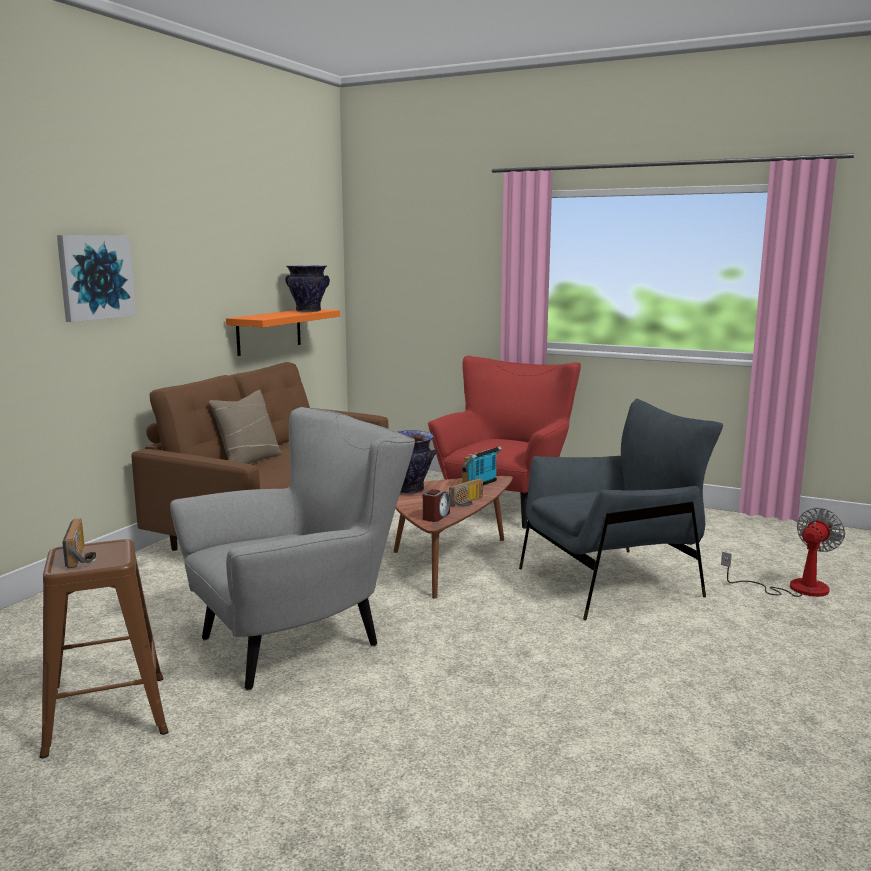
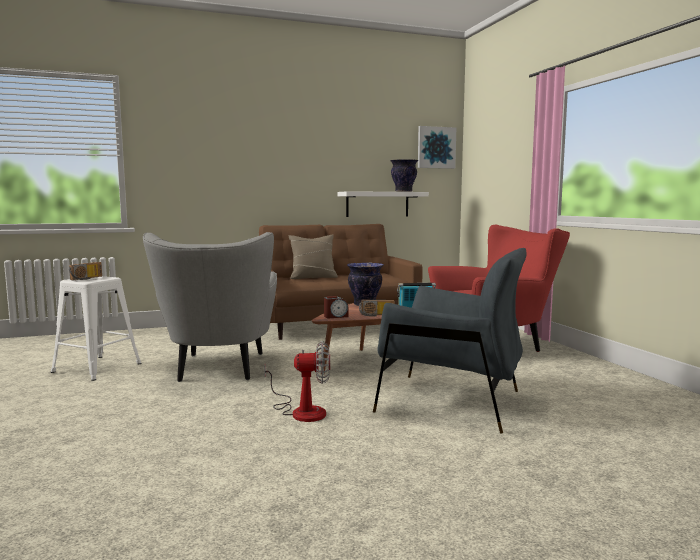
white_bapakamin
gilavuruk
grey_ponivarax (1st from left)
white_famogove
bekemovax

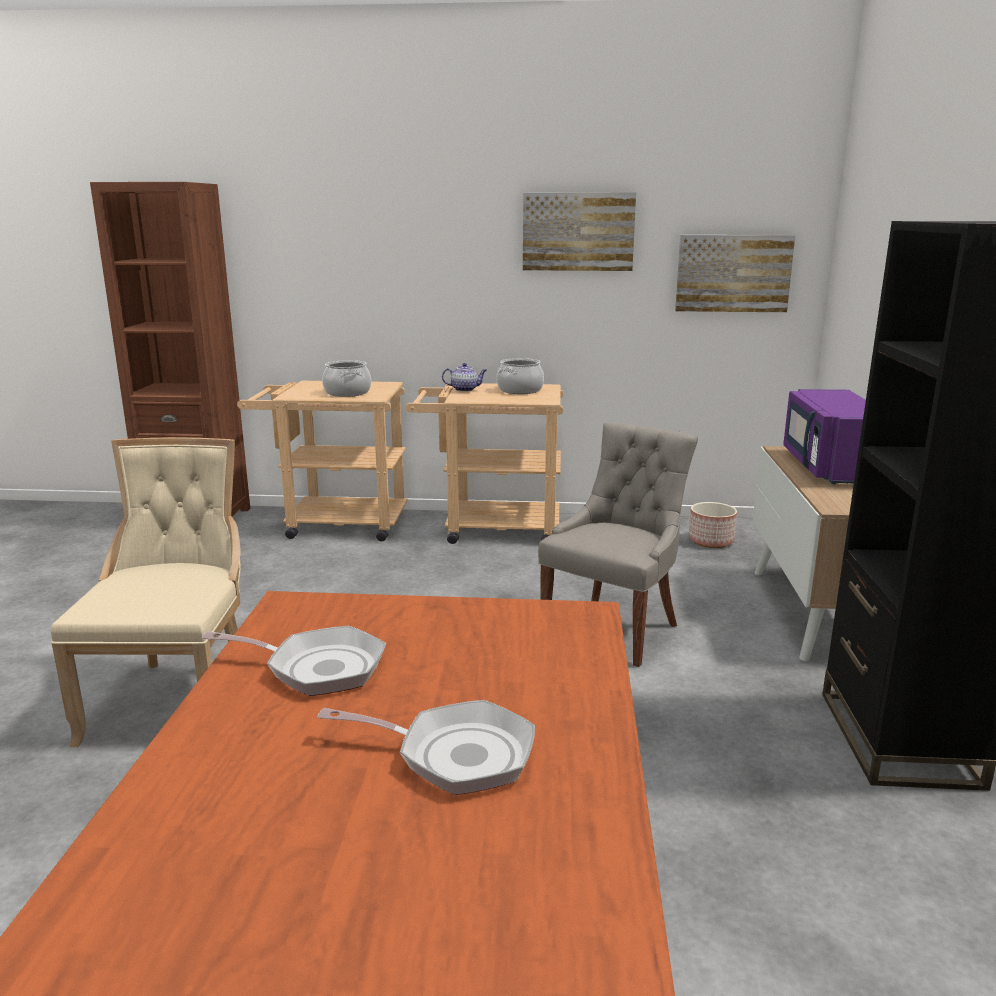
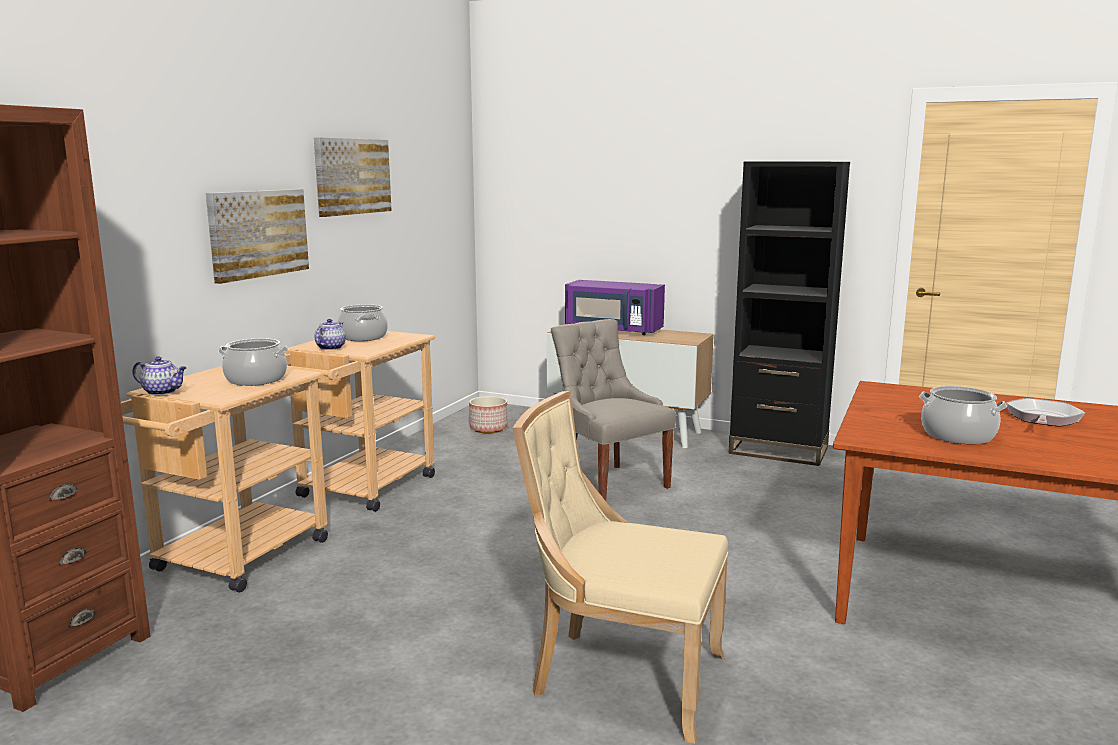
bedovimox (3rd from left)
gilavuruk (1st from left)
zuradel (1st from left)

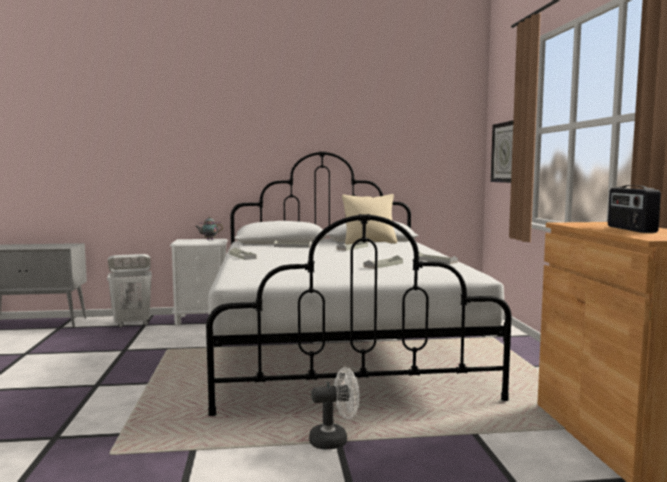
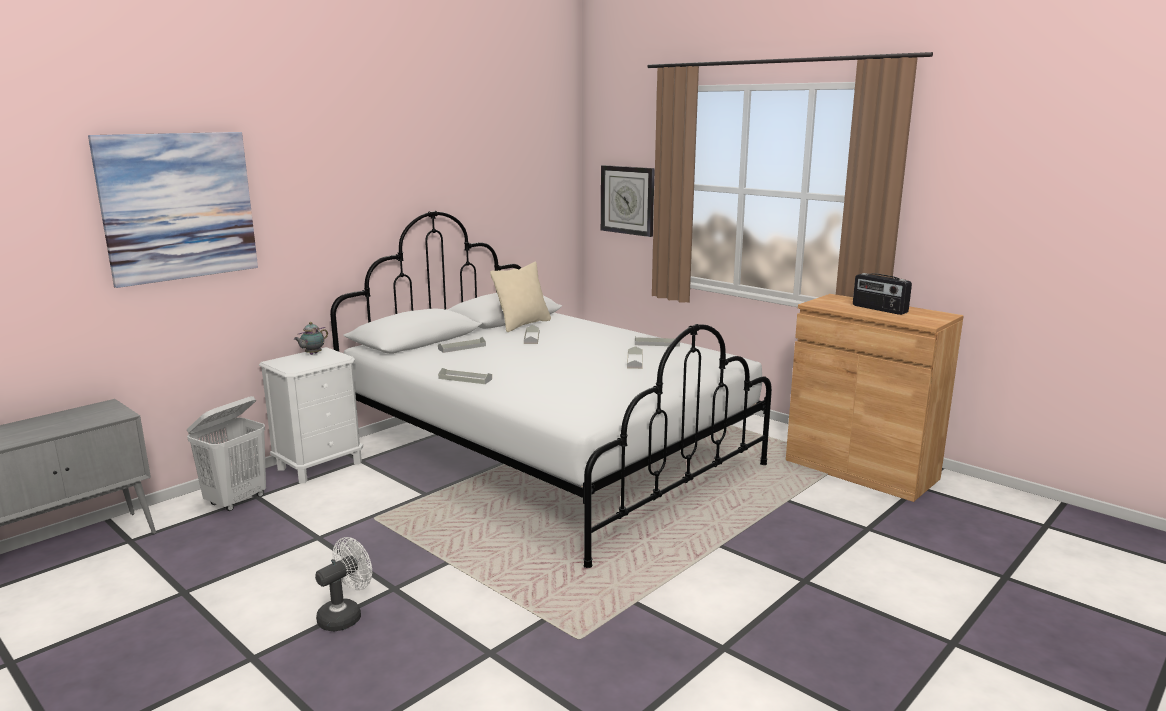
white_bekemovax
gilavuruk

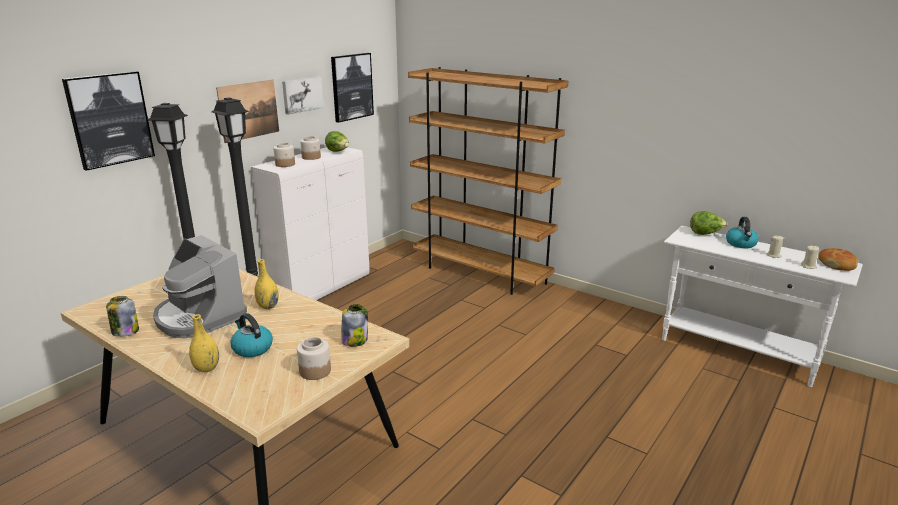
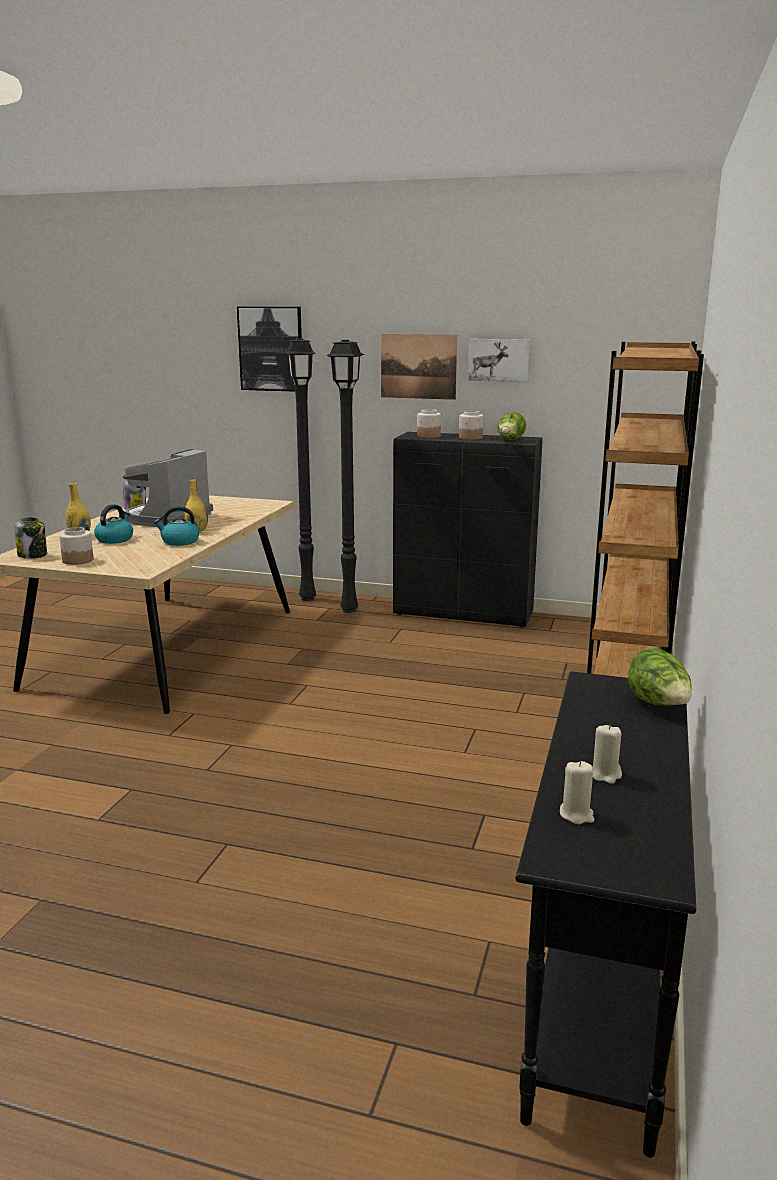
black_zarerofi
gilavuruk (4th from left in the first image)
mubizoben (1st from left)
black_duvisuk
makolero (2nd from left)
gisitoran

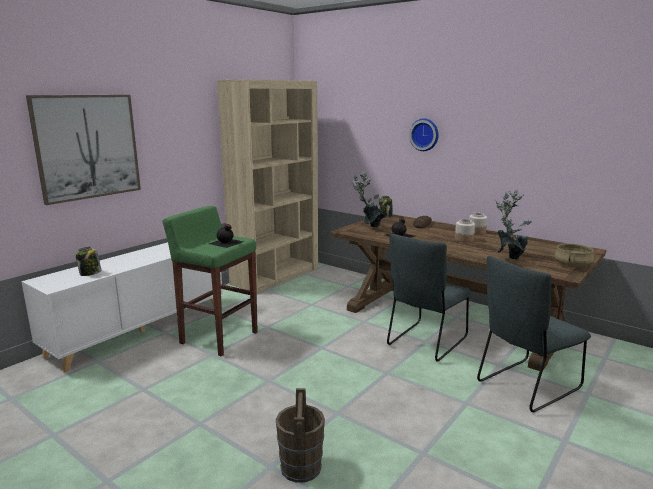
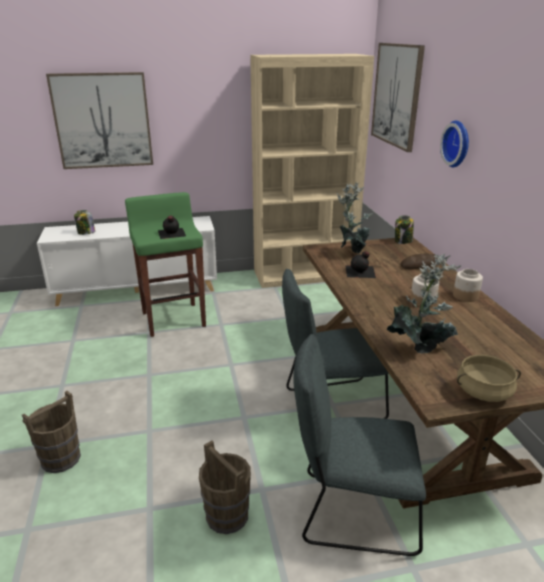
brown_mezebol (2nd from left)
gilavuruk (2nd from left)

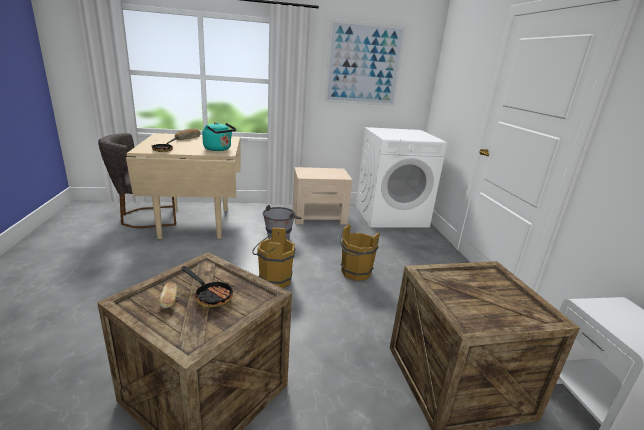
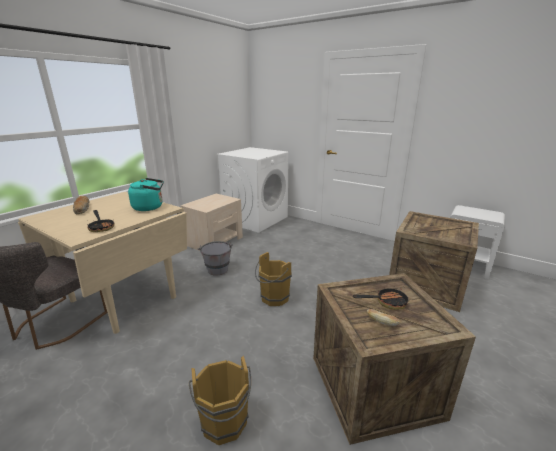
gilavuruk
brown_mezebol (1st from left)

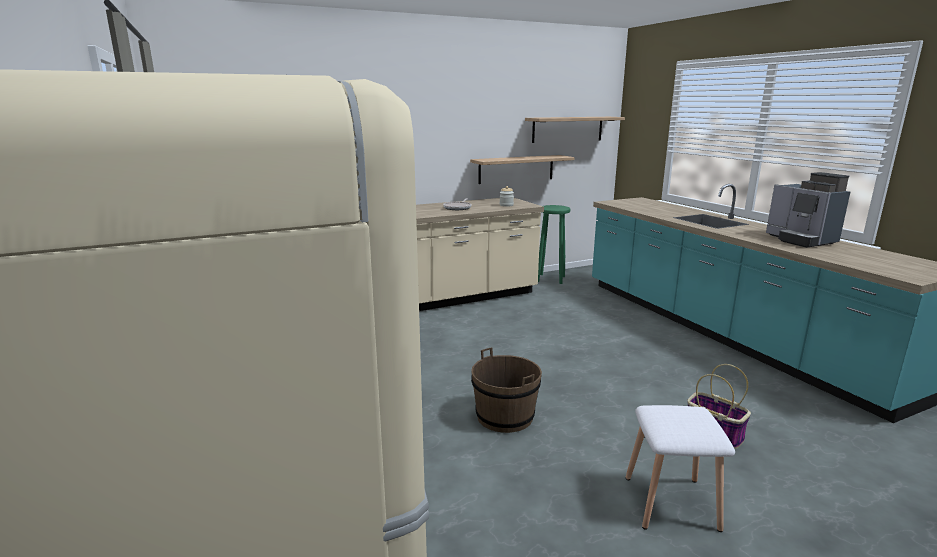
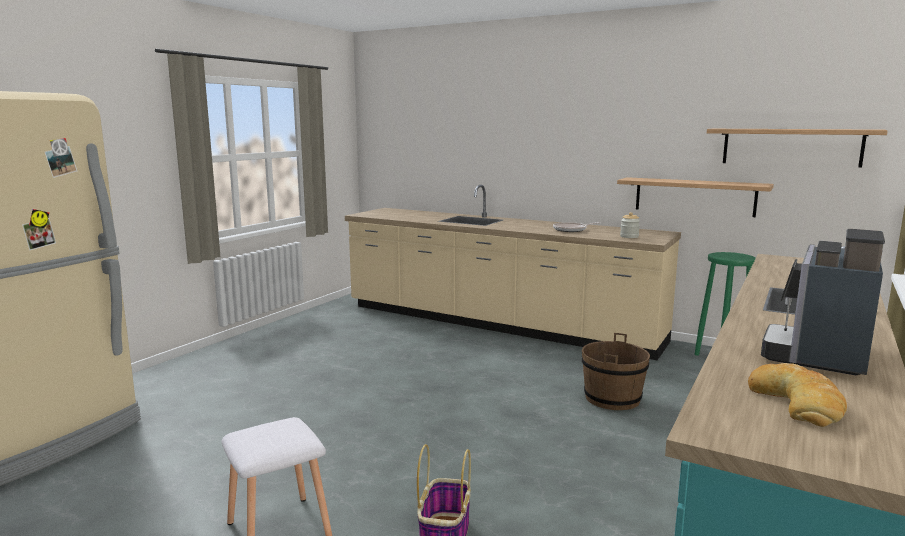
brown_mezebol
gisitoran

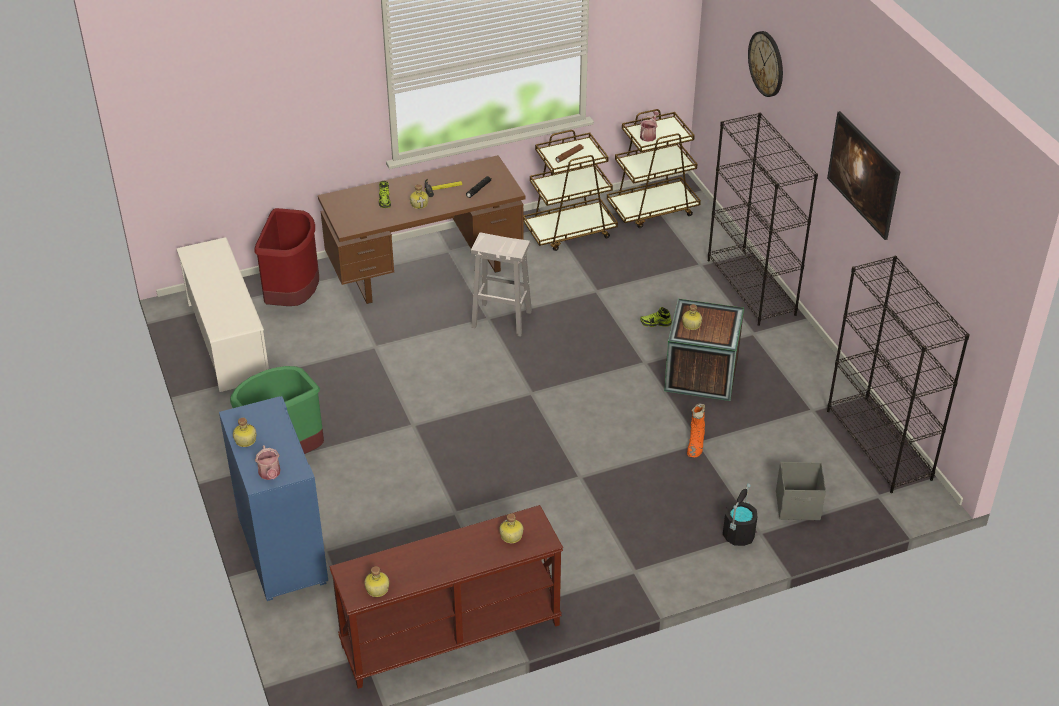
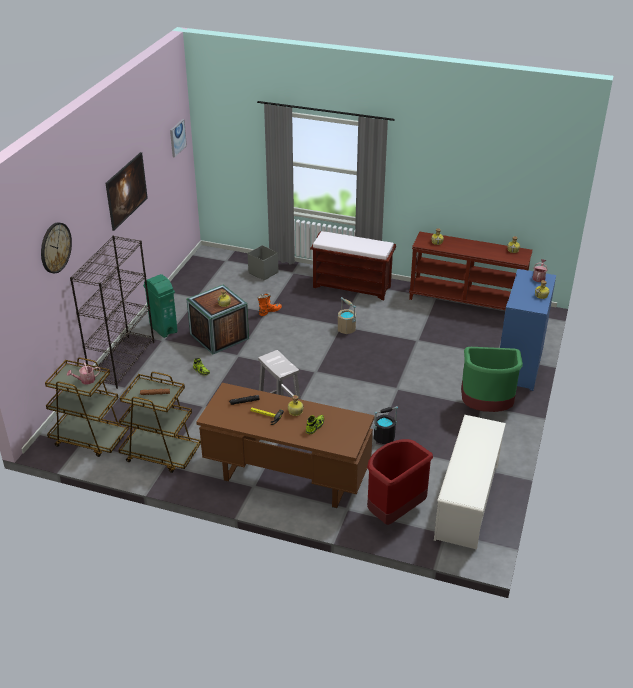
black_mezebol
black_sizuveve (2nd from left in the first image)
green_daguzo (1st from left)
gilavuruk (2nd from left)
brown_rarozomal
beige_mezebol

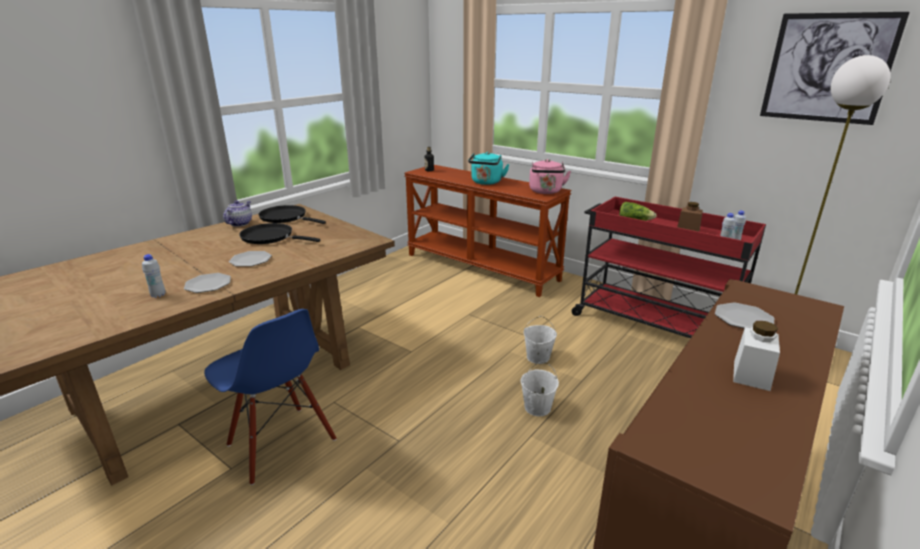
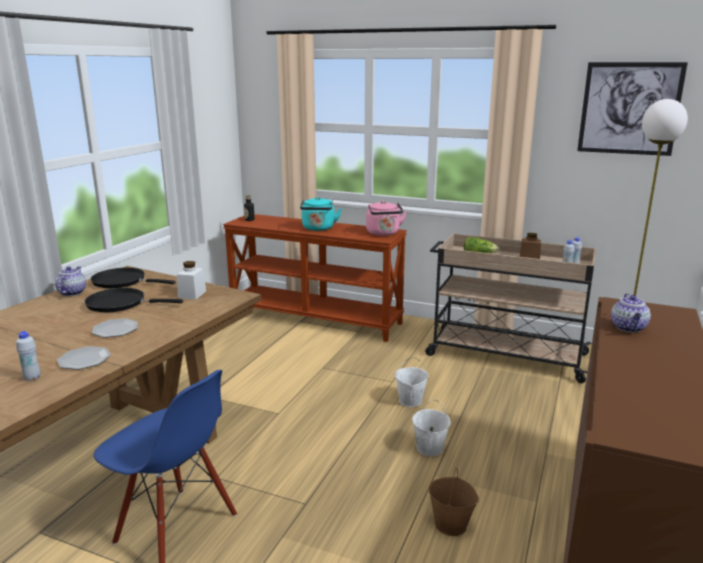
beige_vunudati
zuradel (2nd from left)
white_mubizoben
brown_mezebol

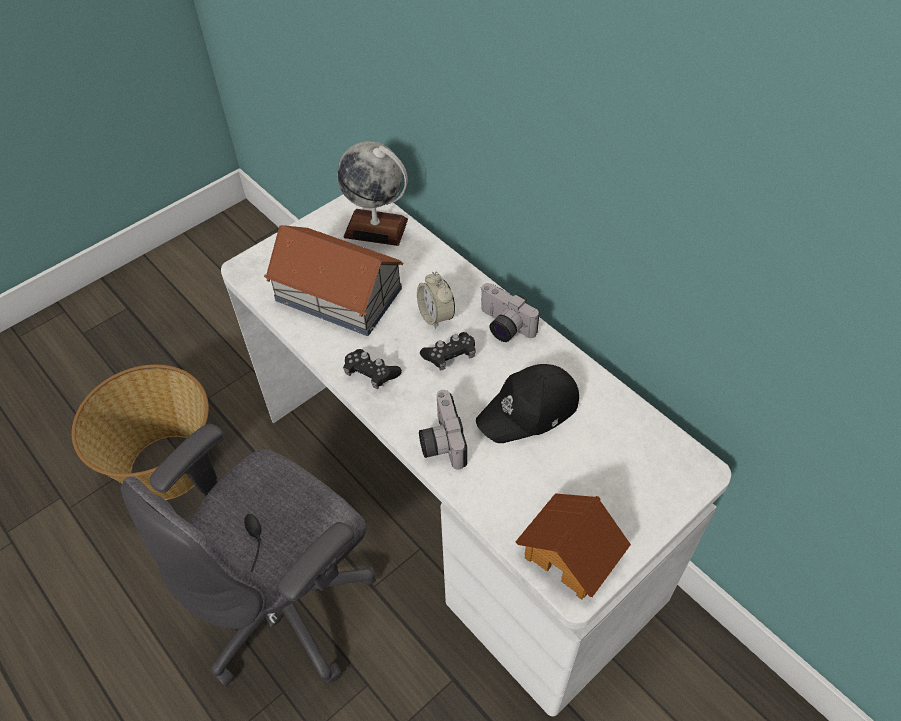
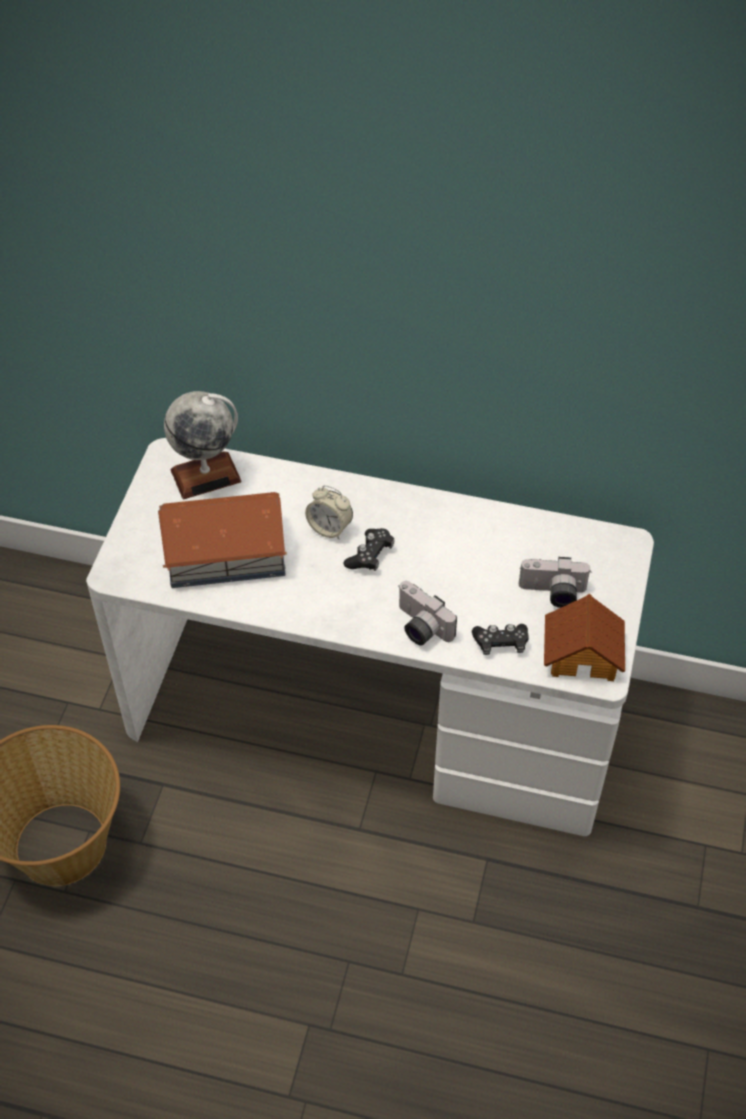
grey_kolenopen
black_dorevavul (2nd from left)
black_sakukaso
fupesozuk (2nd from left)

